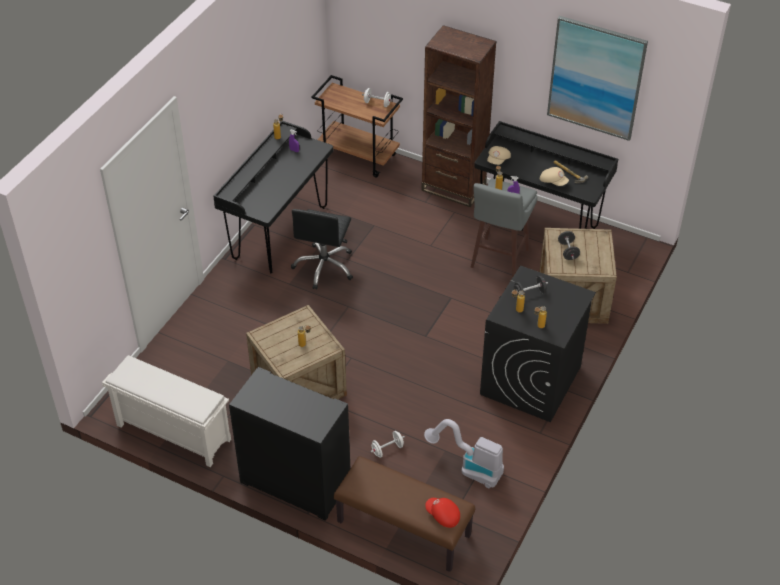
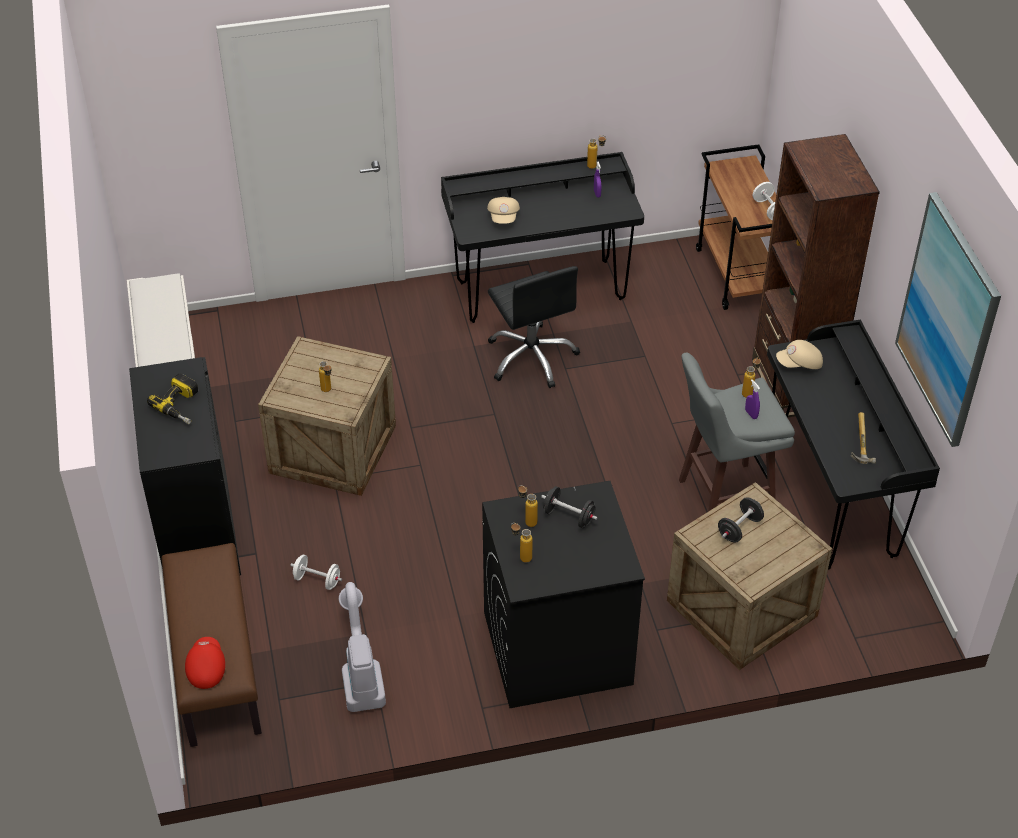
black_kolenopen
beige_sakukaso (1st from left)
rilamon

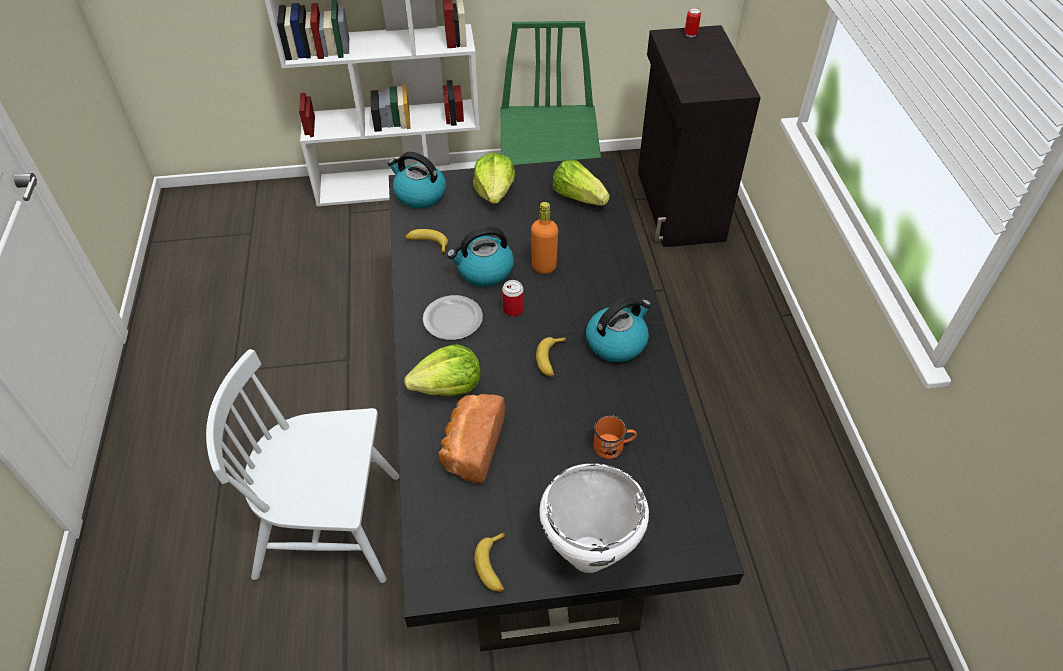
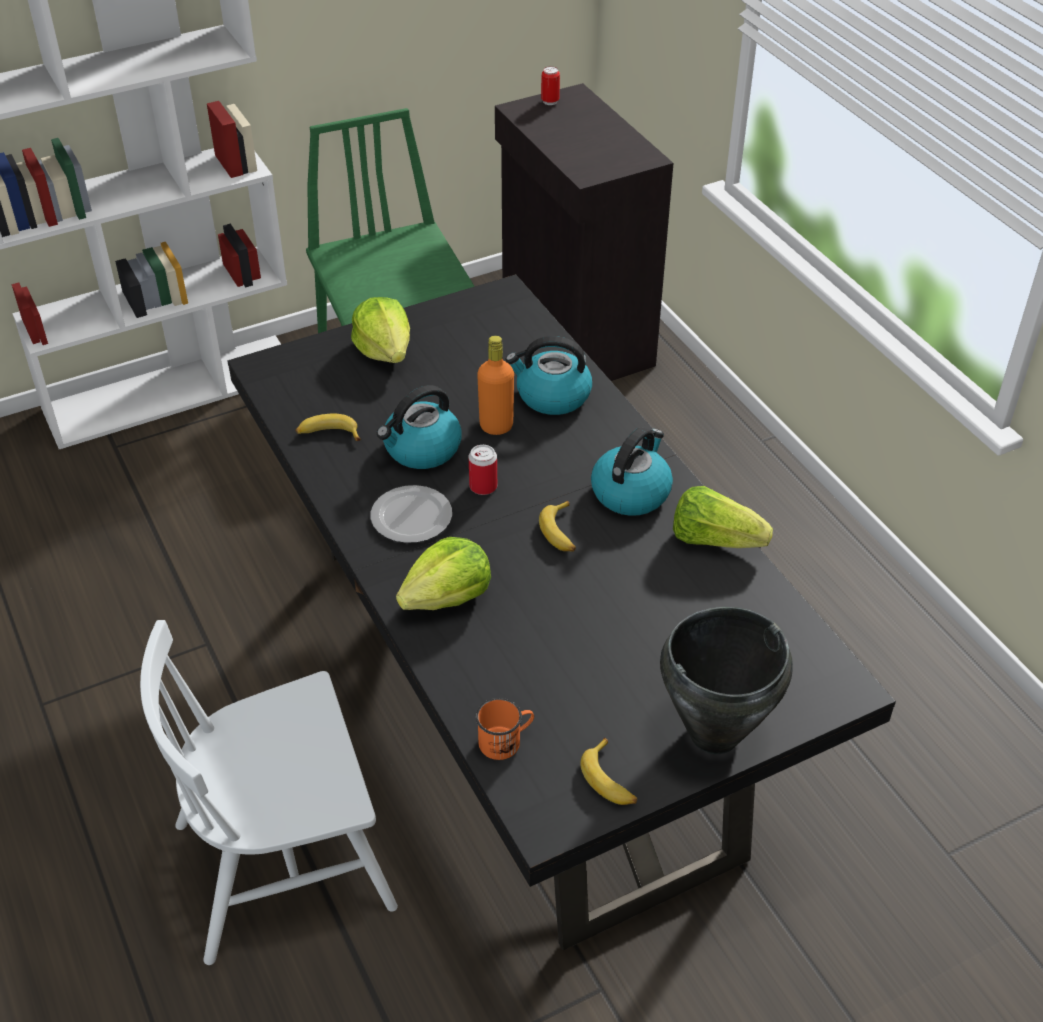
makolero (2nd from left)
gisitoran
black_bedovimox
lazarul (3rd from left)
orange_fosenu

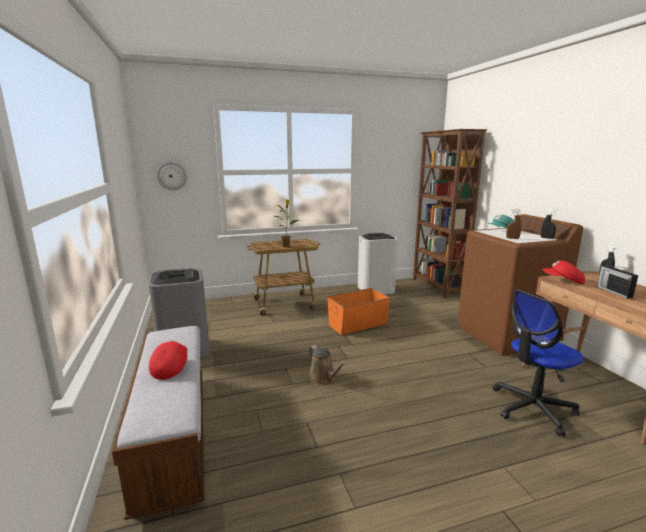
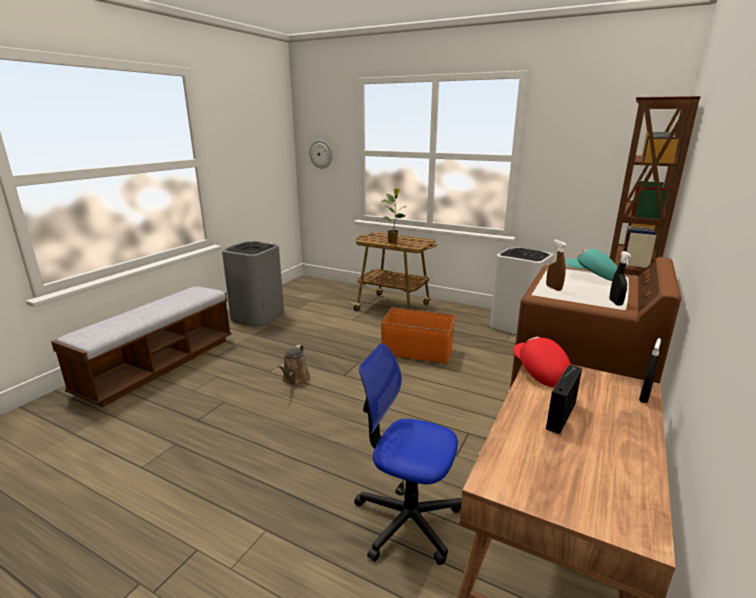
red_sakukaso (1st from left in the first image)

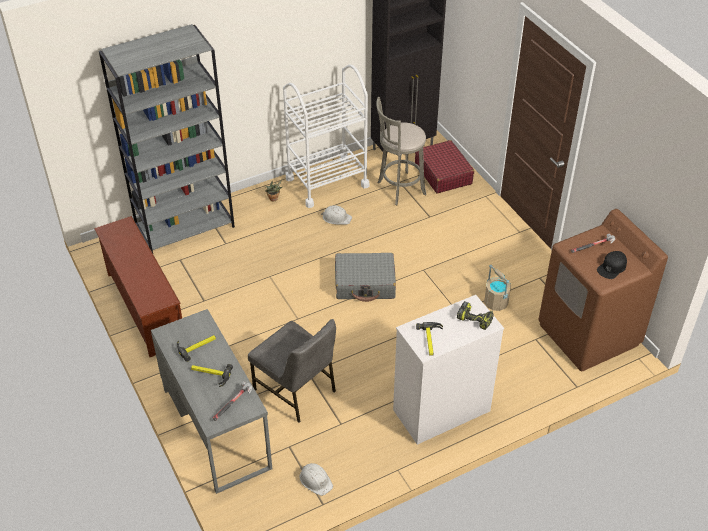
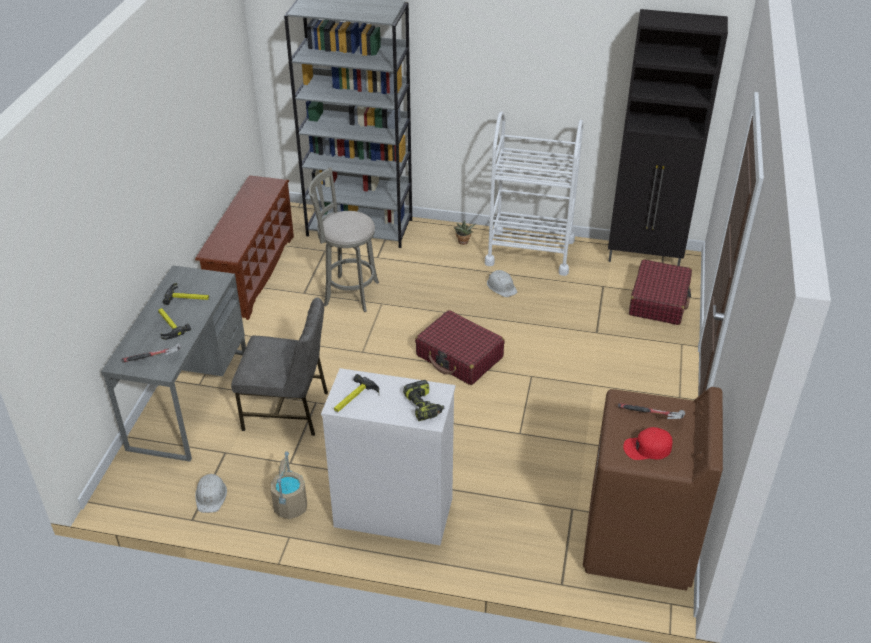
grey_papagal
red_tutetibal (1st from left)
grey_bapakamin
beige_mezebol
red_sakukaso

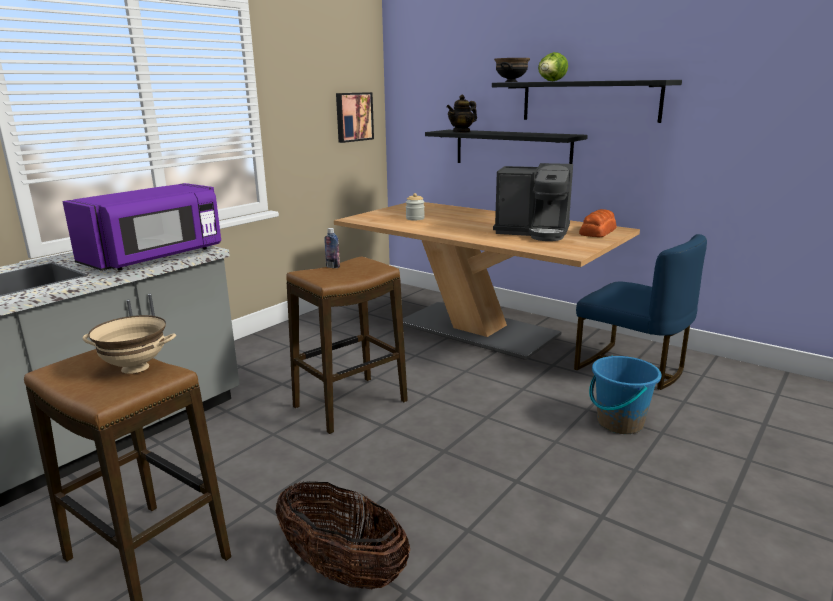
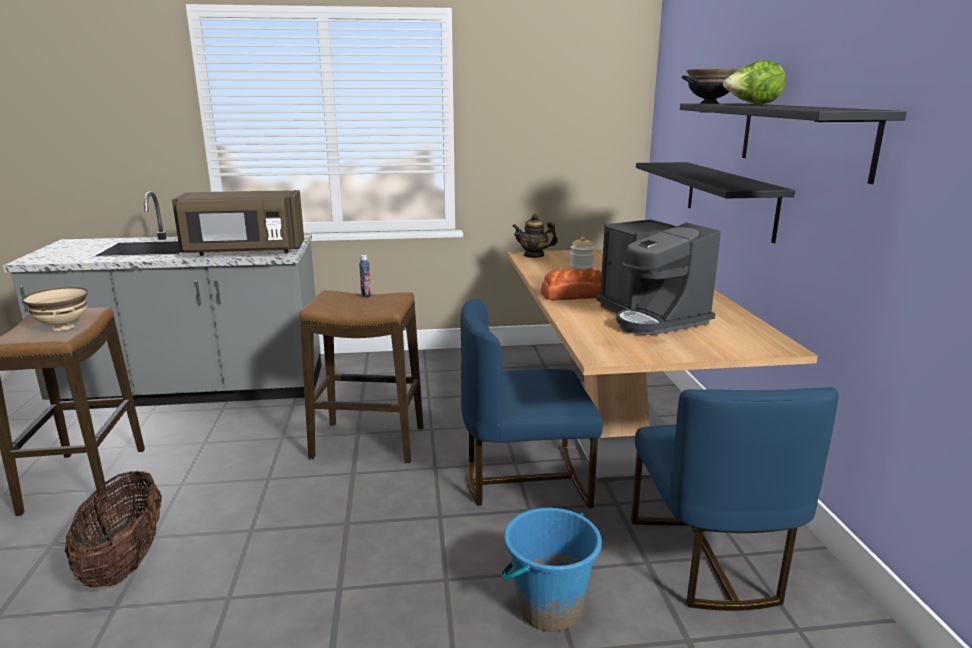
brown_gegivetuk
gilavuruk
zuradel
gisitoran
blue_papagal (1st from left)

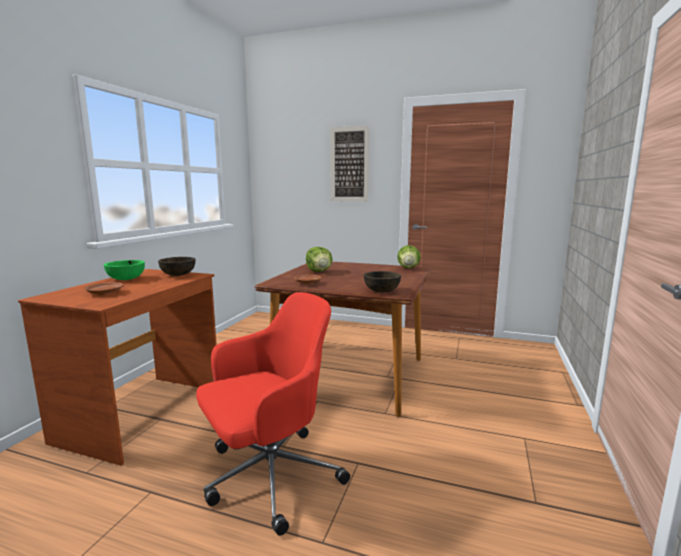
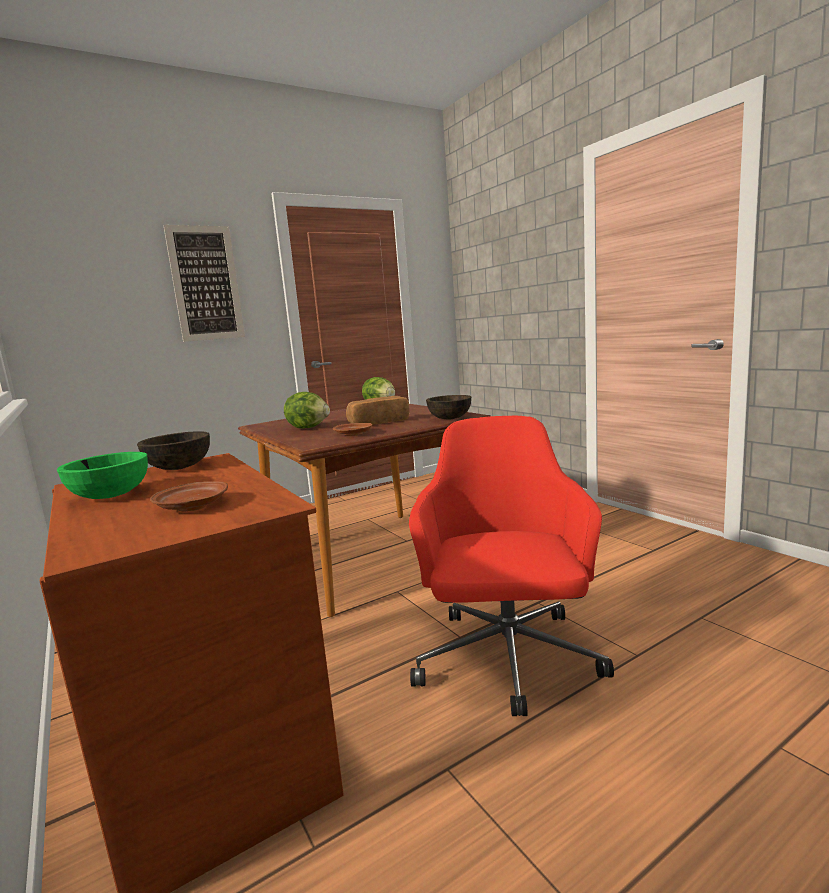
gisitoran

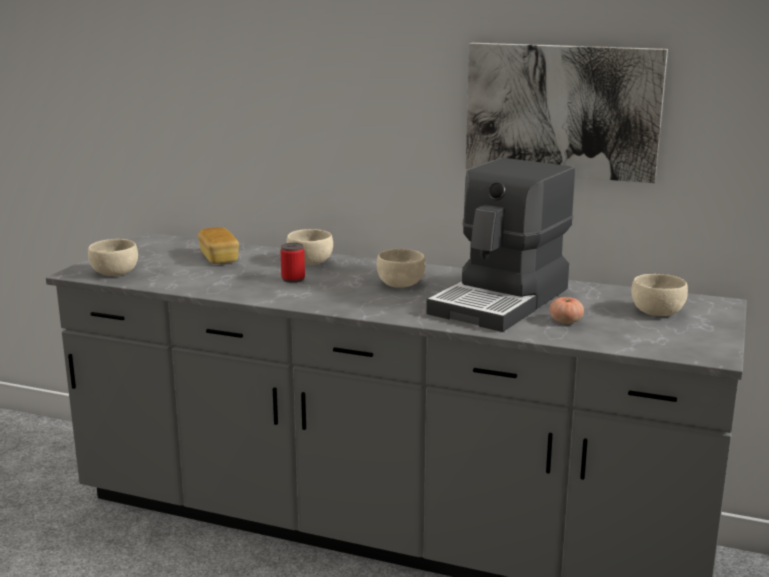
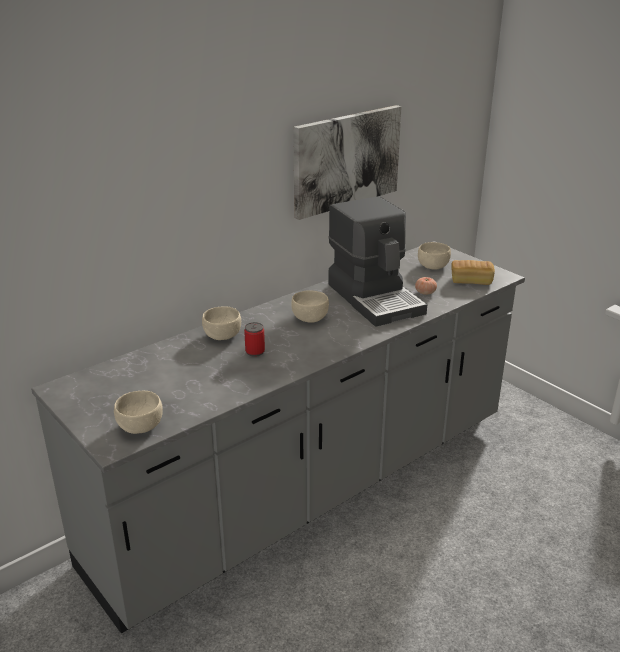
gisitoran

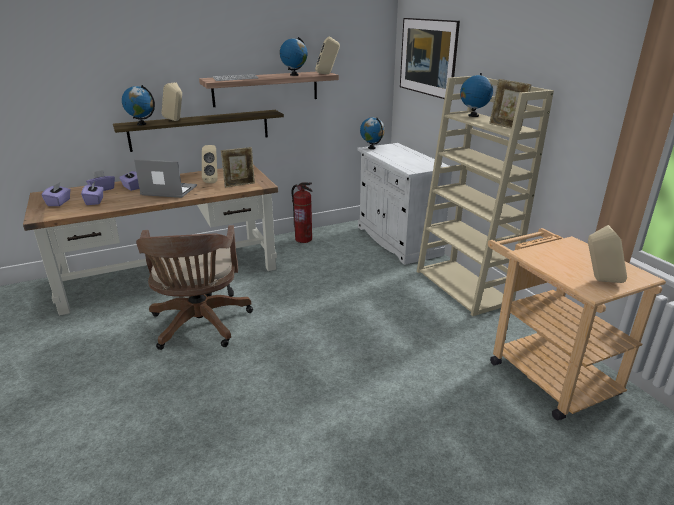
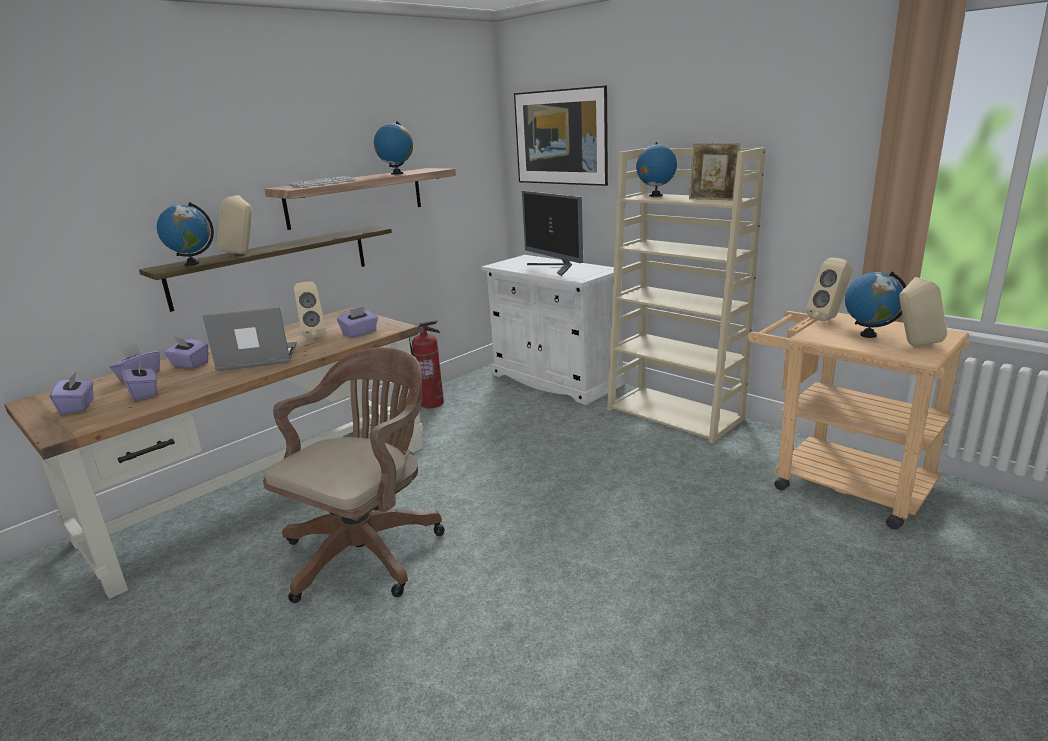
brown_kolenopen
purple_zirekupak (5th from left)
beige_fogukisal (3rd from left)
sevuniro (4th from left)
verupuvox

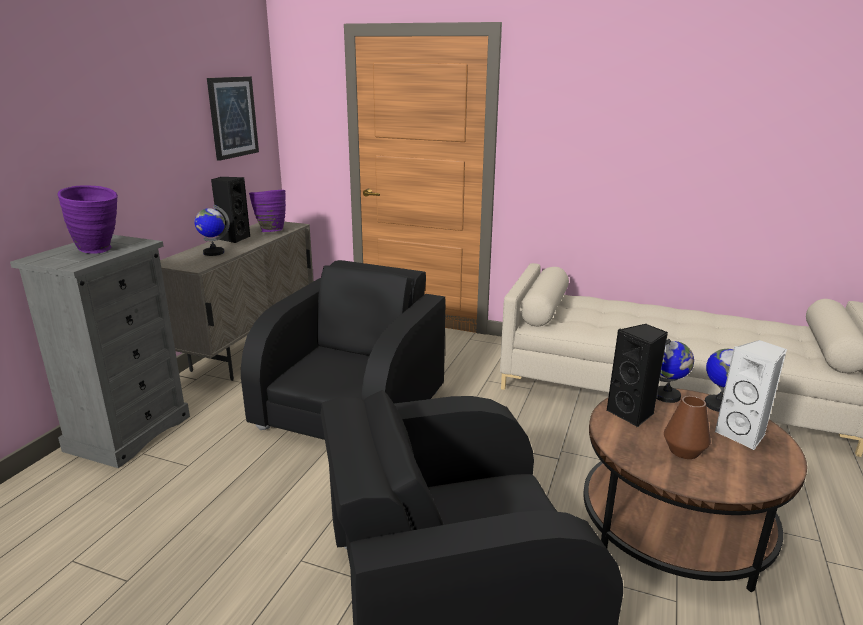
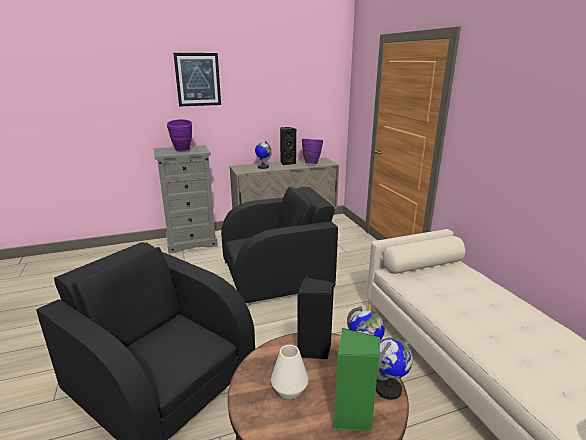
gilavuruk
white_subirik
green_fogukisal

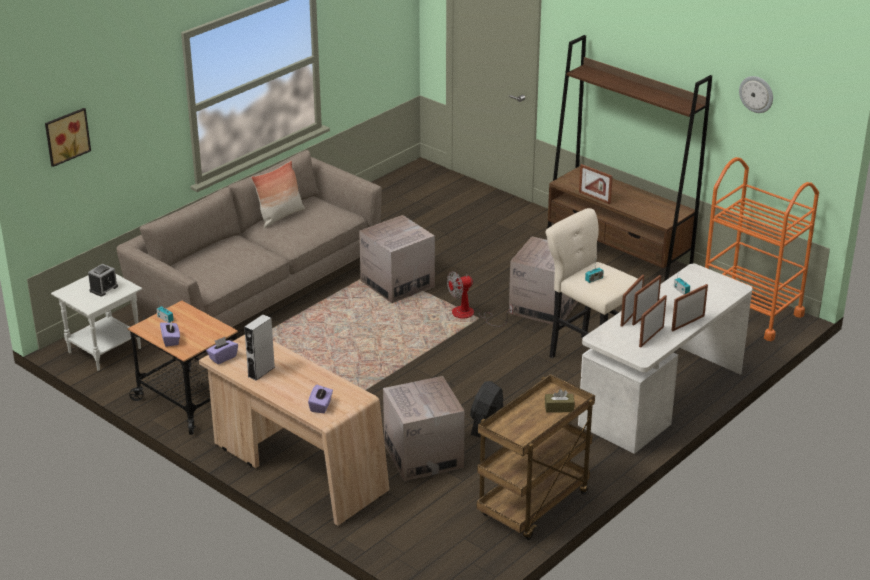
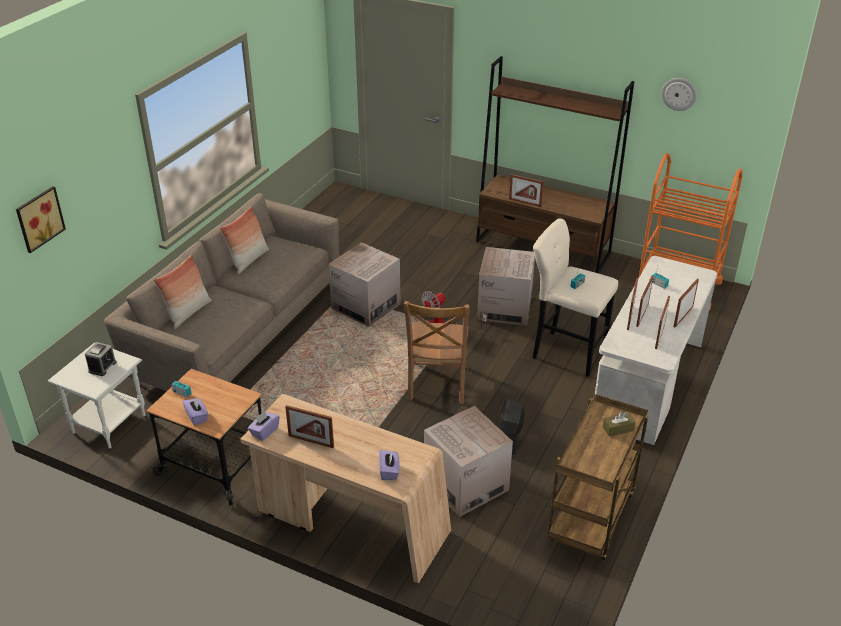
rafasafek (1st from left)
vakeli (1st from left)
brown_papagal

